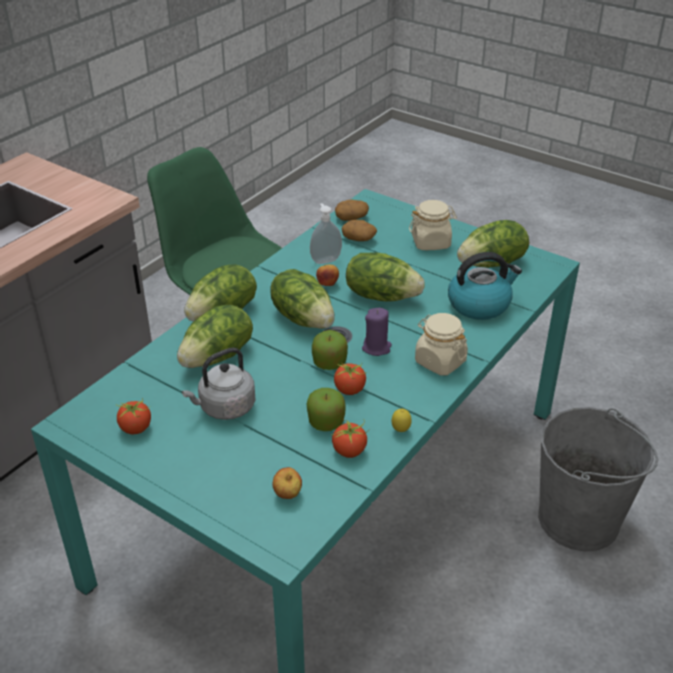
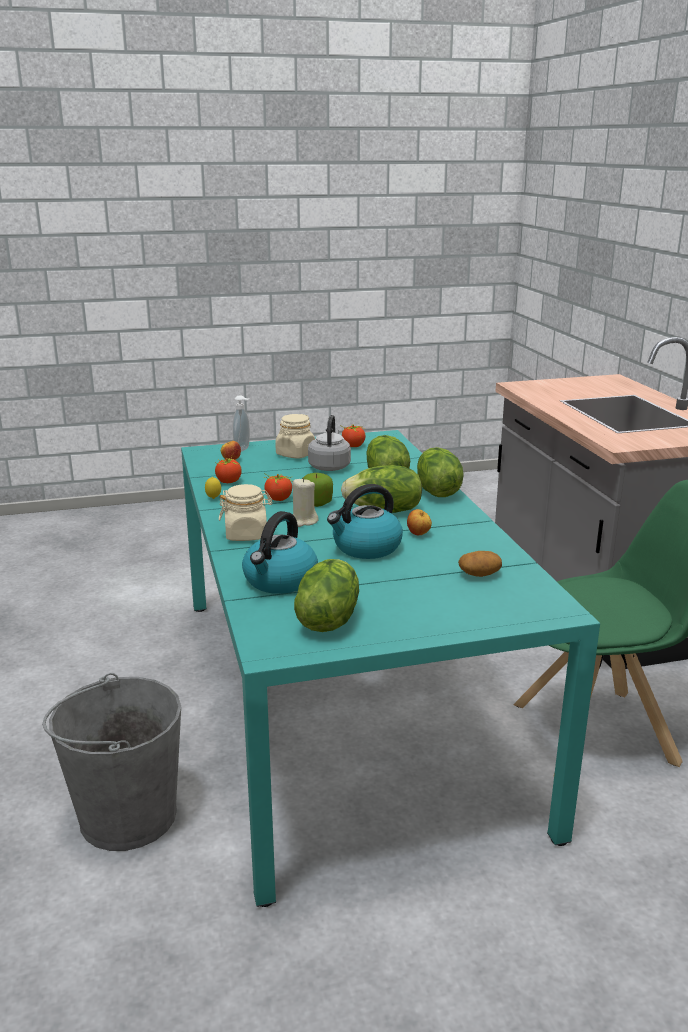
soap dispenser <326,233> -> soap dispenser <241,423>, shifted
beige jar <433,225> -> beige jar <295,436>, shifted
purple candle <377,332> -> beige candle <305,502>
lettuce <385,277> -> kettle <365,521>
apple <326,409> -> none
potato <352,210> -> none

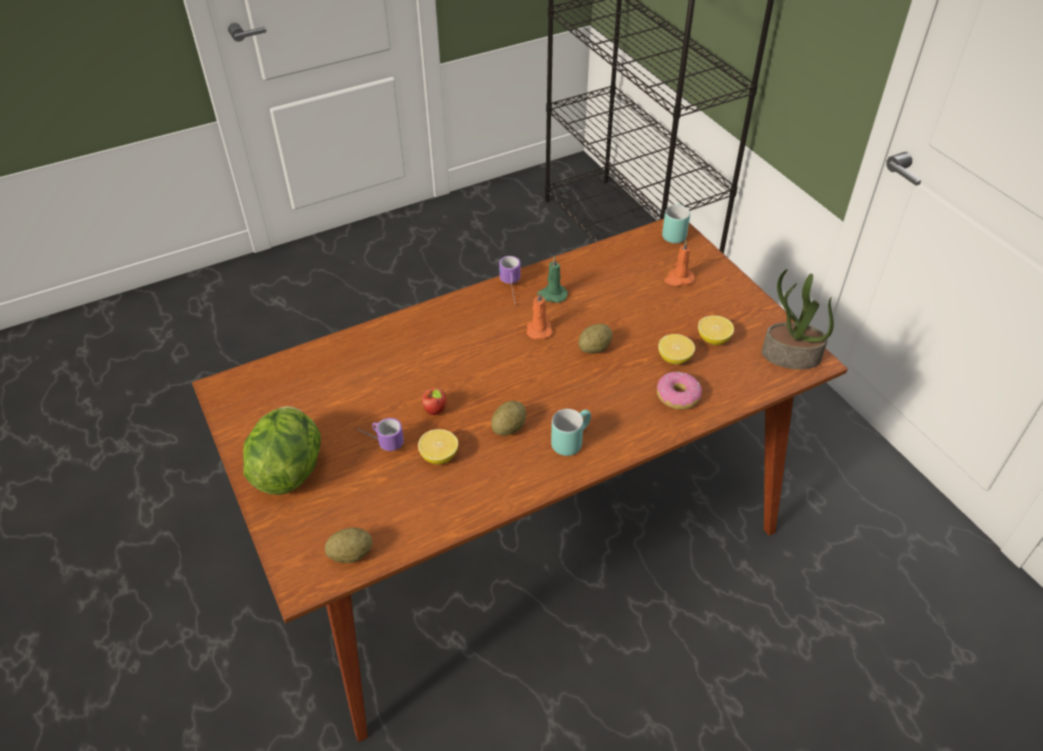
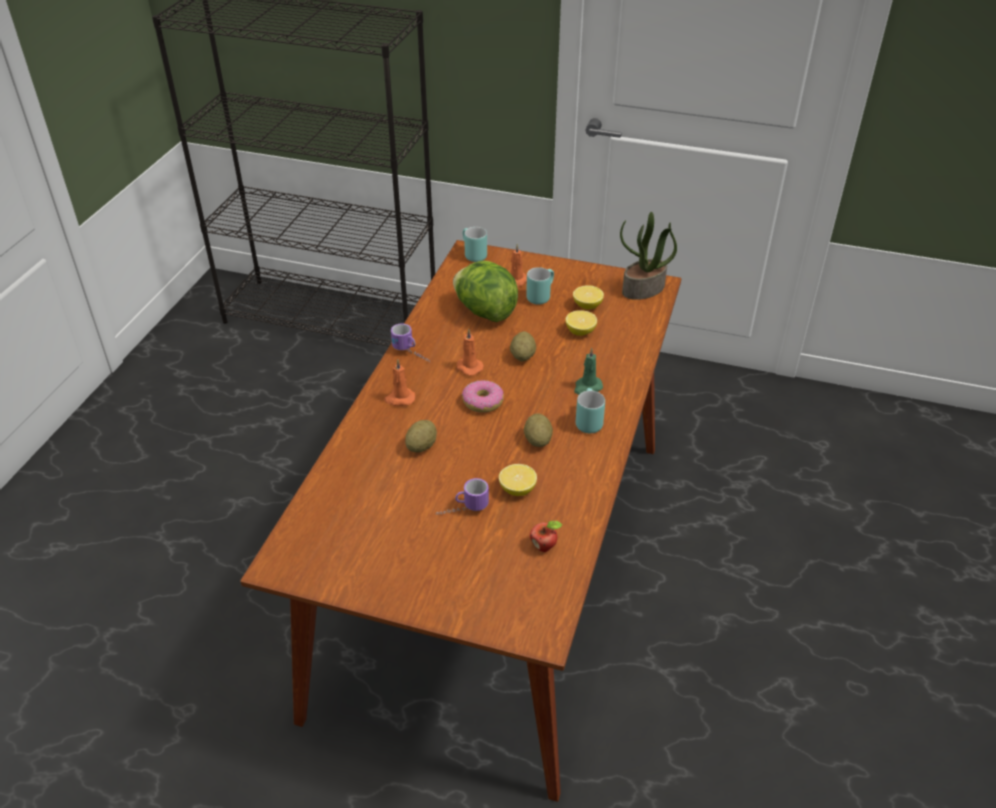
none -> orange candle <399,382>
potato <349,545> -> potato <421,436>, shifted
lettuce <282,450> -> lettuce <485,291>, shifted
donut <679,390> -> donut <483,396>, shifted
none -> turquoise mug <540,286>
apple <434,401> -> apple <546,536>, shifted
green candle <552,279> -> green candle <588,371>, shifted

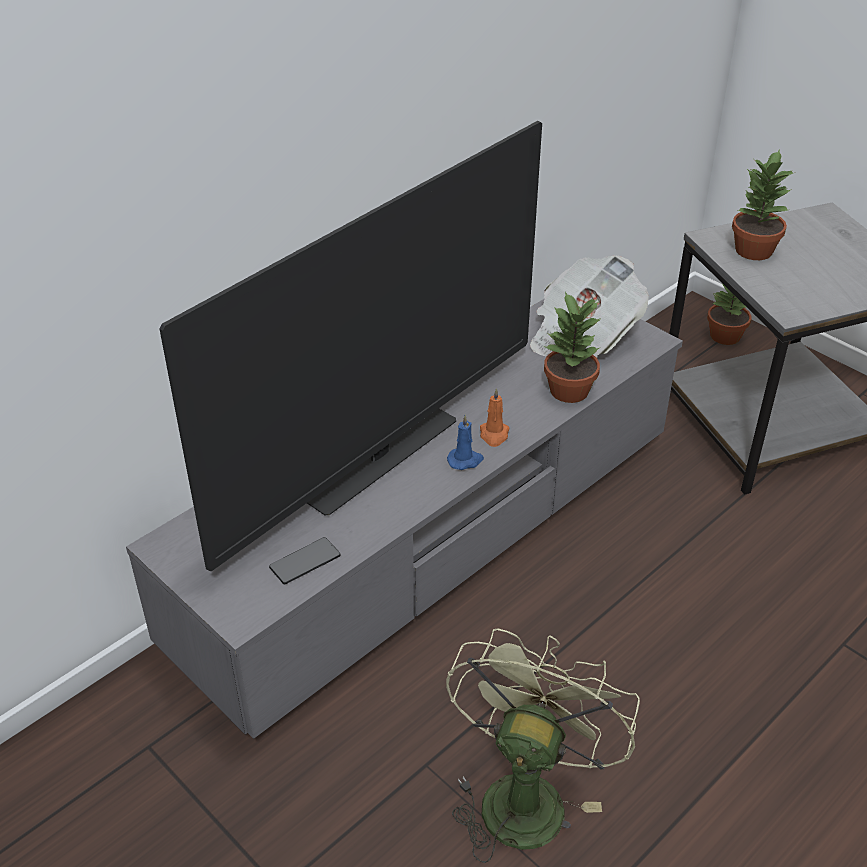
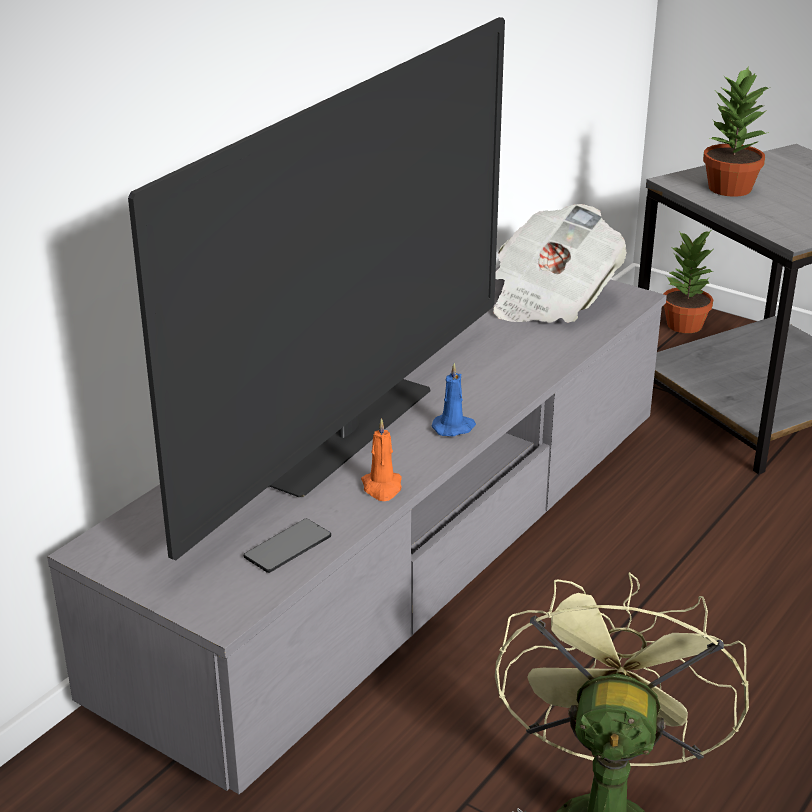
orange candle <495,417> -> orange candle <381,459>, shifted
potted plant <571,347> -> none

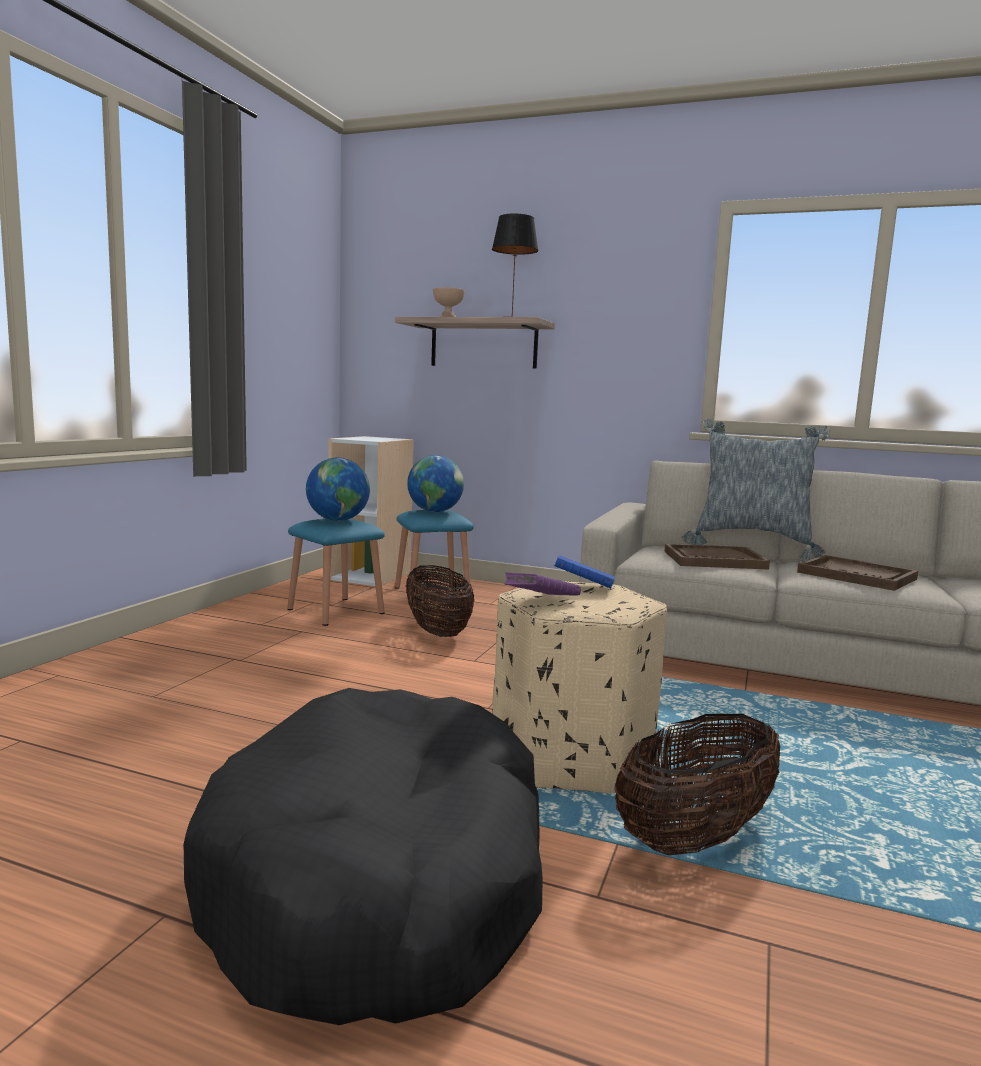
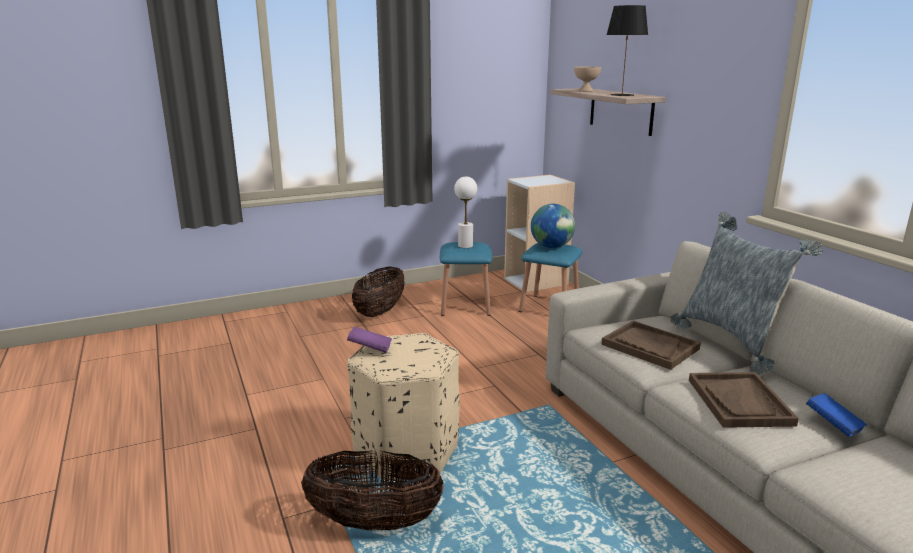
basket <440,601> -> basket <378,291>, shifted
globe <338,489> -> white table lamp <465,212>
blue book <584,572> -> blue book <836,415>, shifted
black dog bed <363,856> -> none

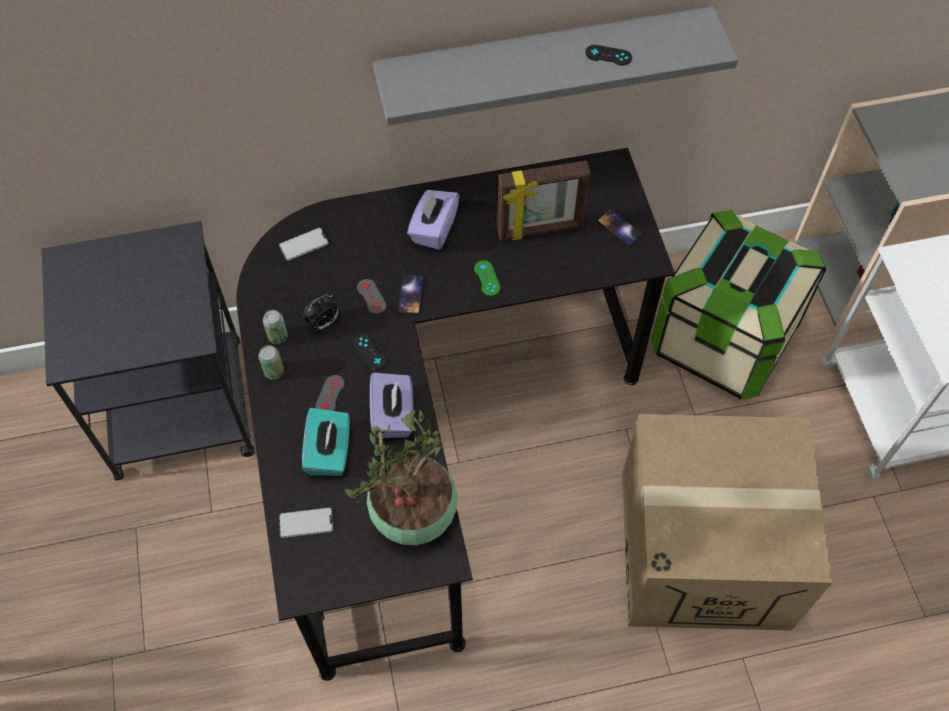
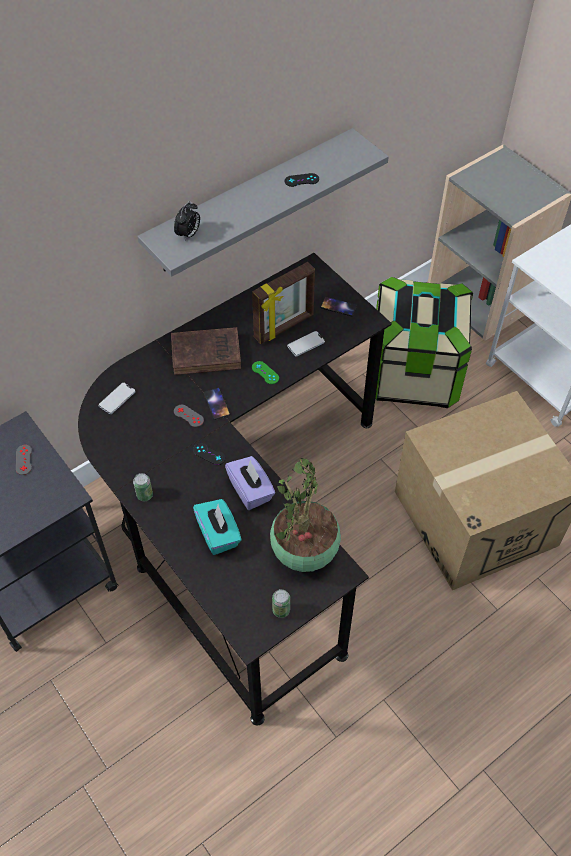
grey game controller <330,393> -> grey game controller <24,460>, shifted
purple tissue box <433,220> -> brown book <206,351>
alarm clock <321,312> -> alarm clock <187,220>, shifted
can <275,327> -> can <281,603>, shifted
phone <306,523> -> phone <306,344>, shifted

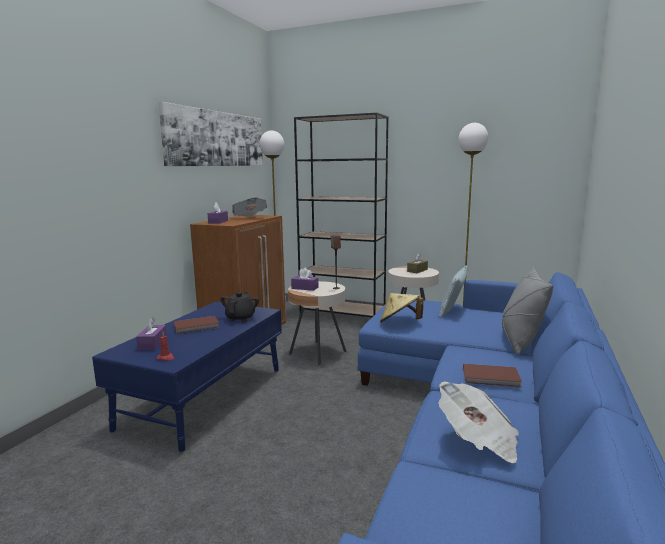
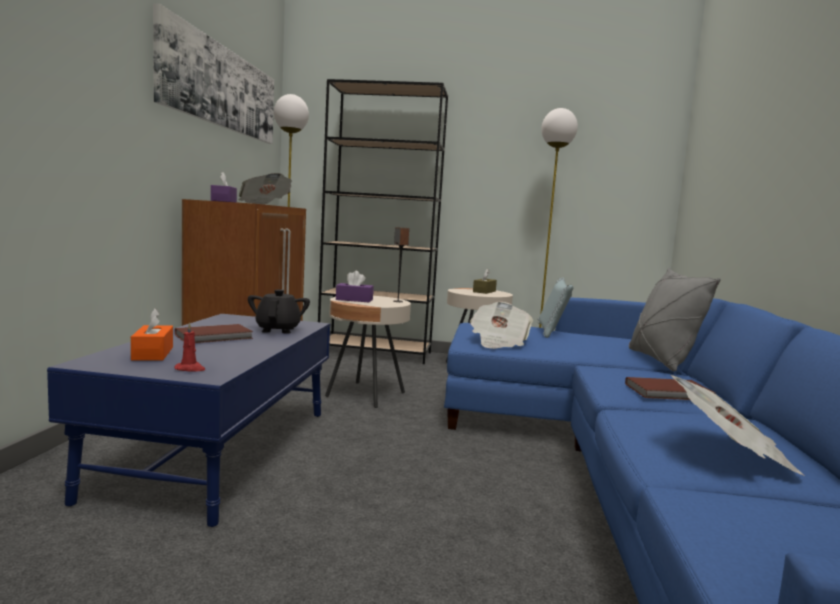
purple tissue box <151,333> -> orange tissue box <152,334>
beige hat <402,308> -> newspaper <501,325>

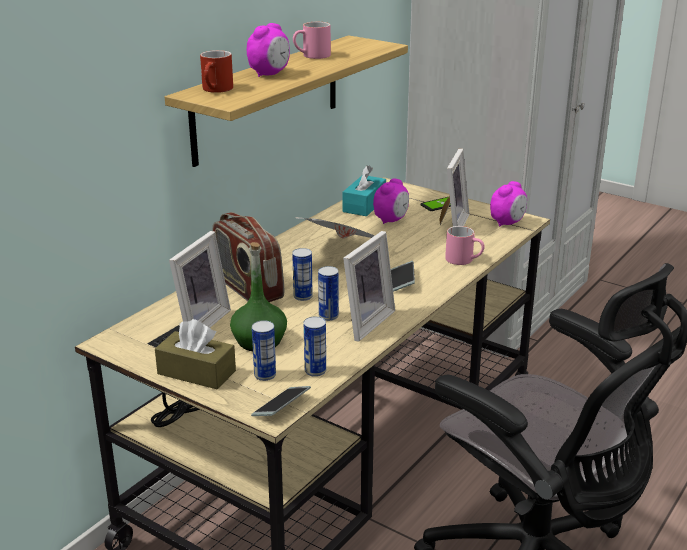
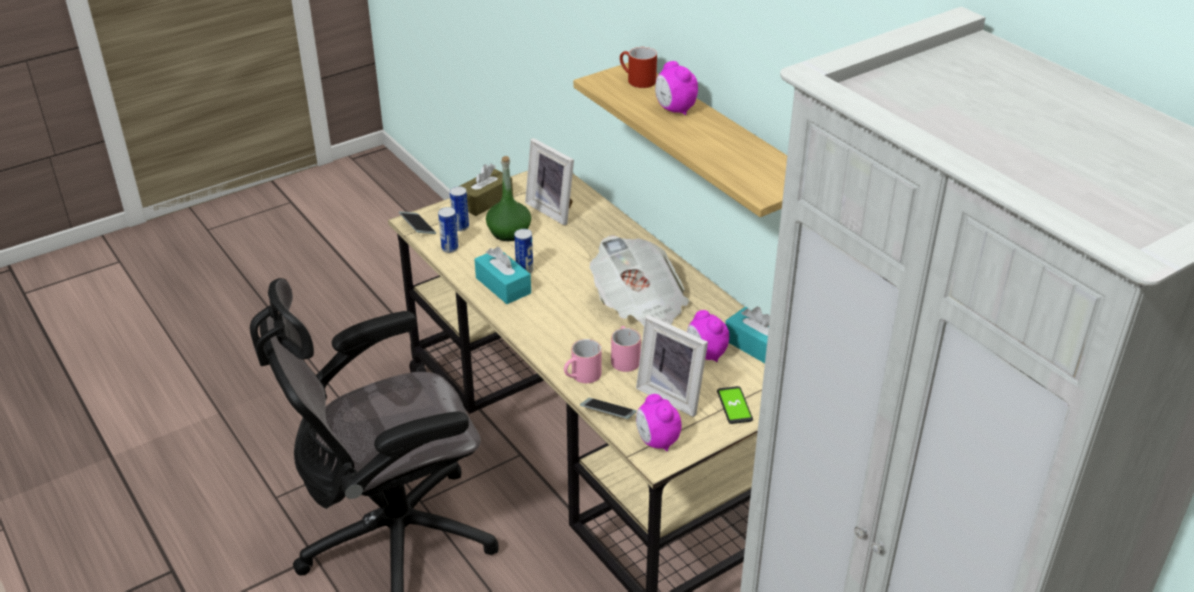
picture frame <369,286> -> turquoise tissue box <502,275>
phone <403,276> -> phone <608,408>, shifted
pink mug <312,40> -> pink mug <626,349>, shifted
radio <248,257> -> none
can <302,274> -> none

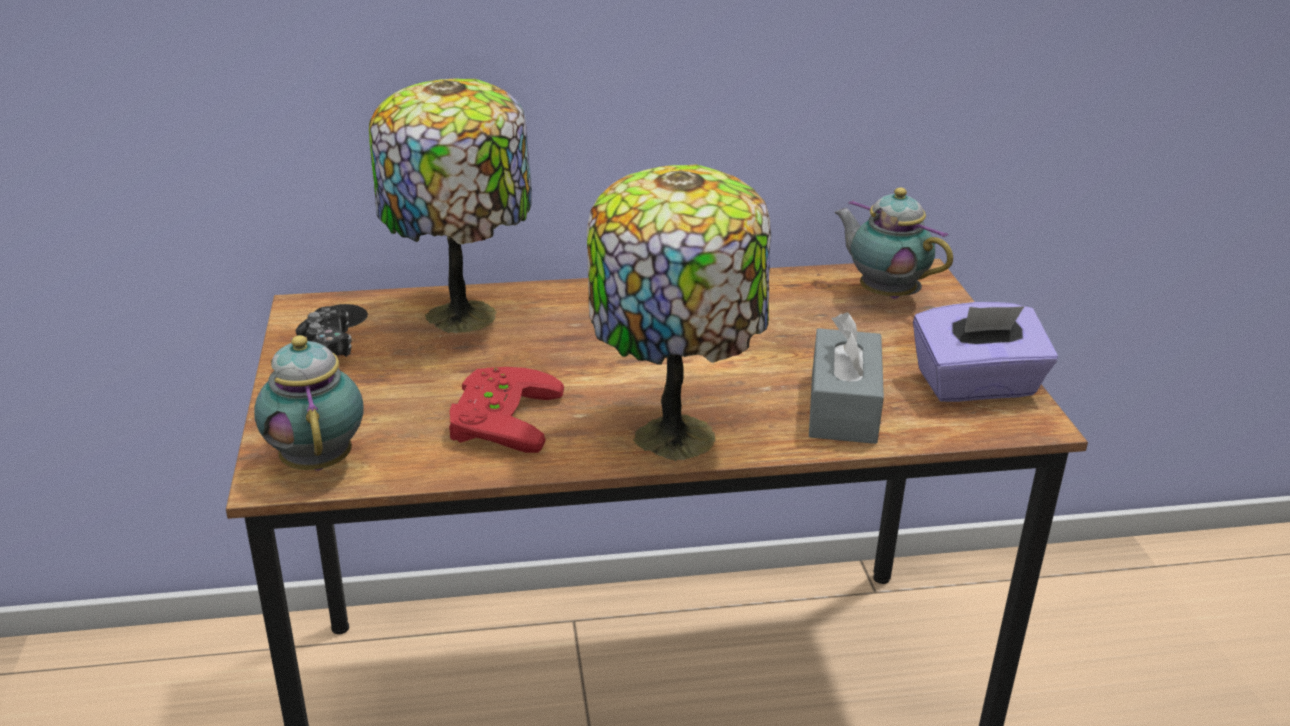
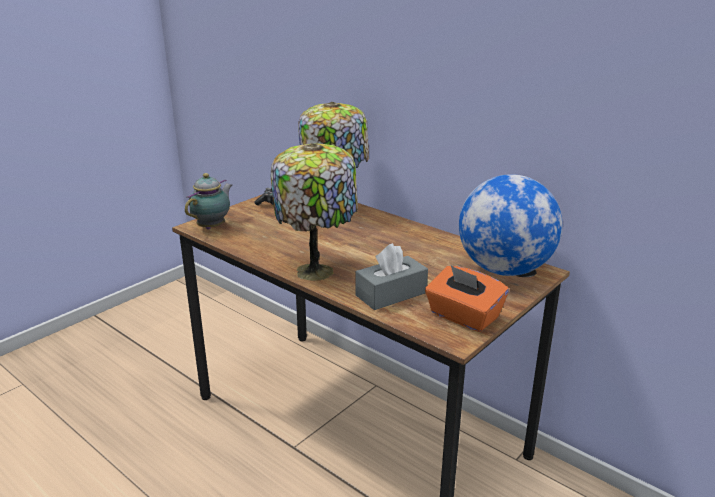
purple tissue box <985,352> -> orange tissue box <467,298>
teapot <893,243> -> globe <510,225>
red game controller <506,410> -> none

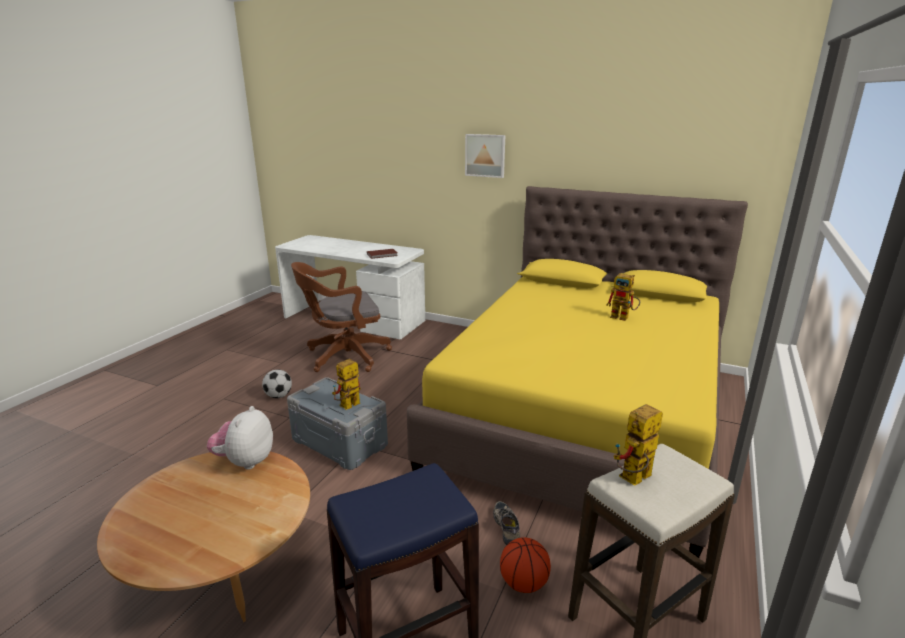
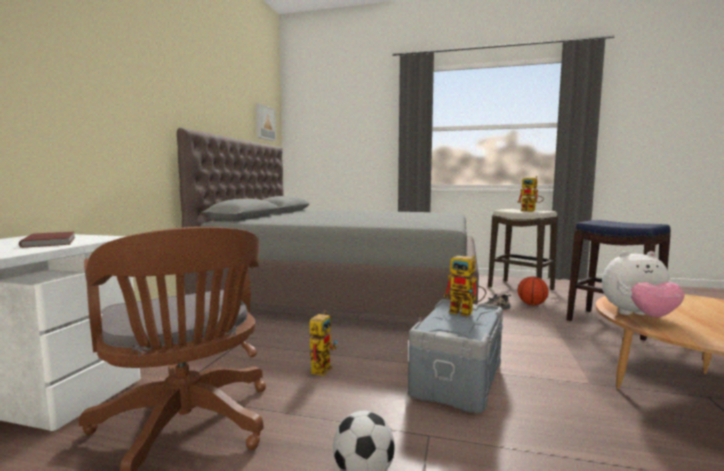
yellow bed <577,372> -> grey bed <328,222>
picture <485,156> -> picture <266,122>, shifted
toy robot <623,297> -> toy robot <323,343>, shifted

